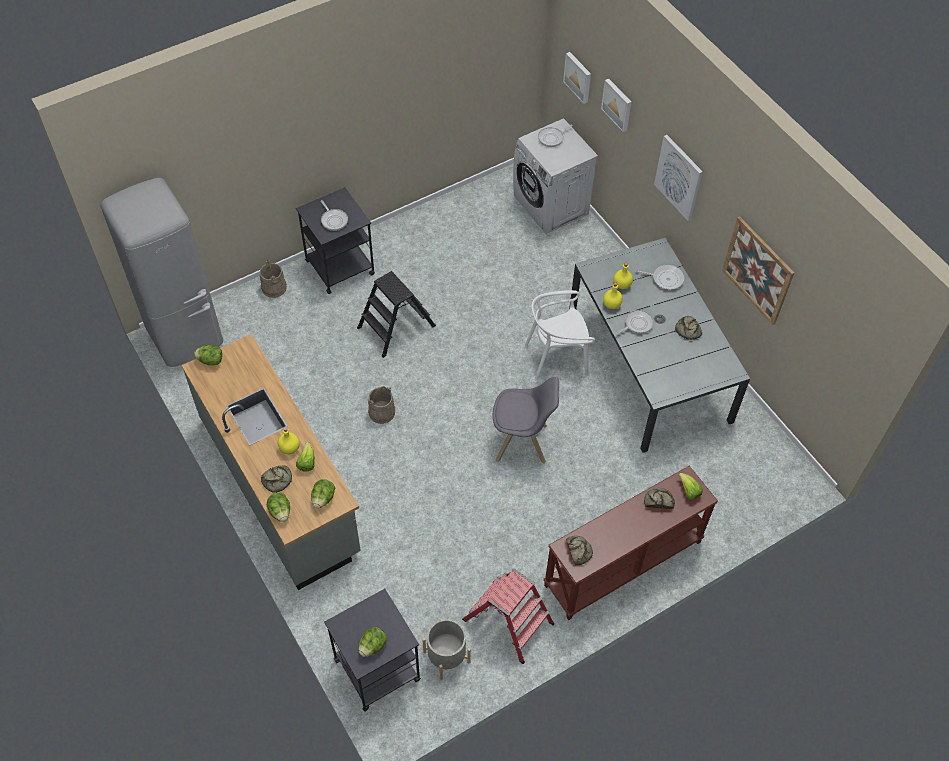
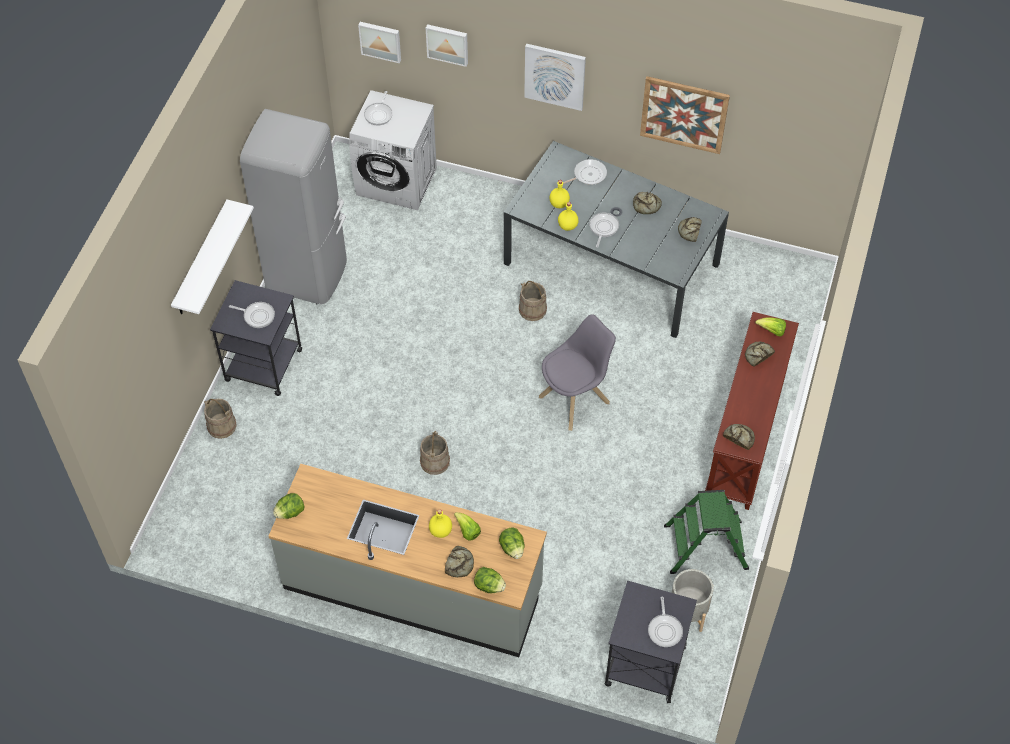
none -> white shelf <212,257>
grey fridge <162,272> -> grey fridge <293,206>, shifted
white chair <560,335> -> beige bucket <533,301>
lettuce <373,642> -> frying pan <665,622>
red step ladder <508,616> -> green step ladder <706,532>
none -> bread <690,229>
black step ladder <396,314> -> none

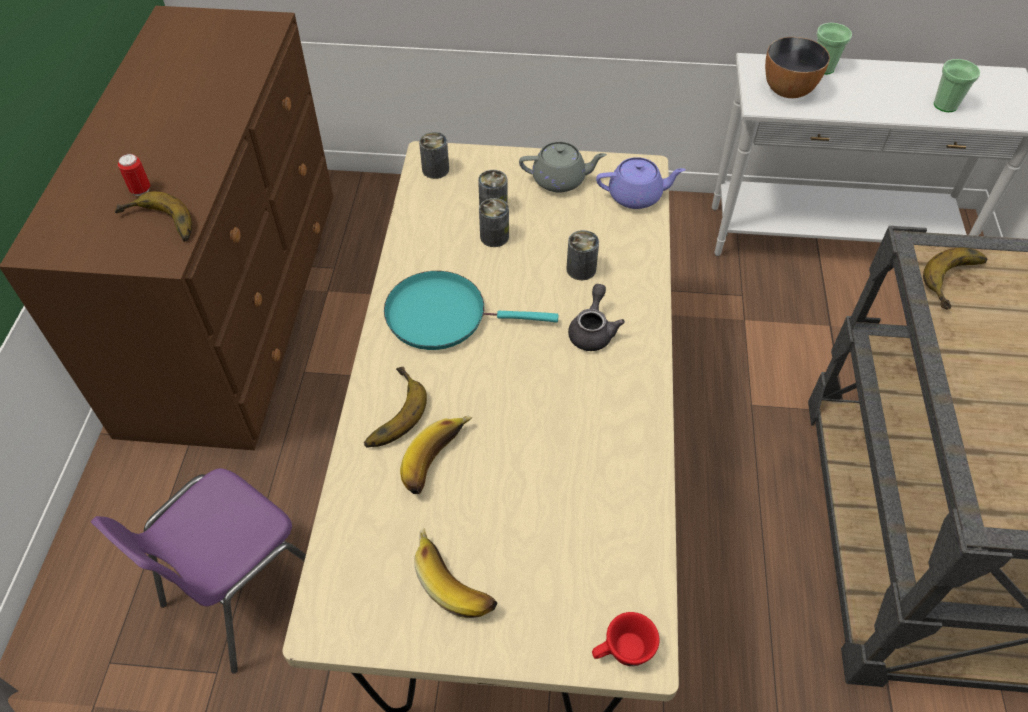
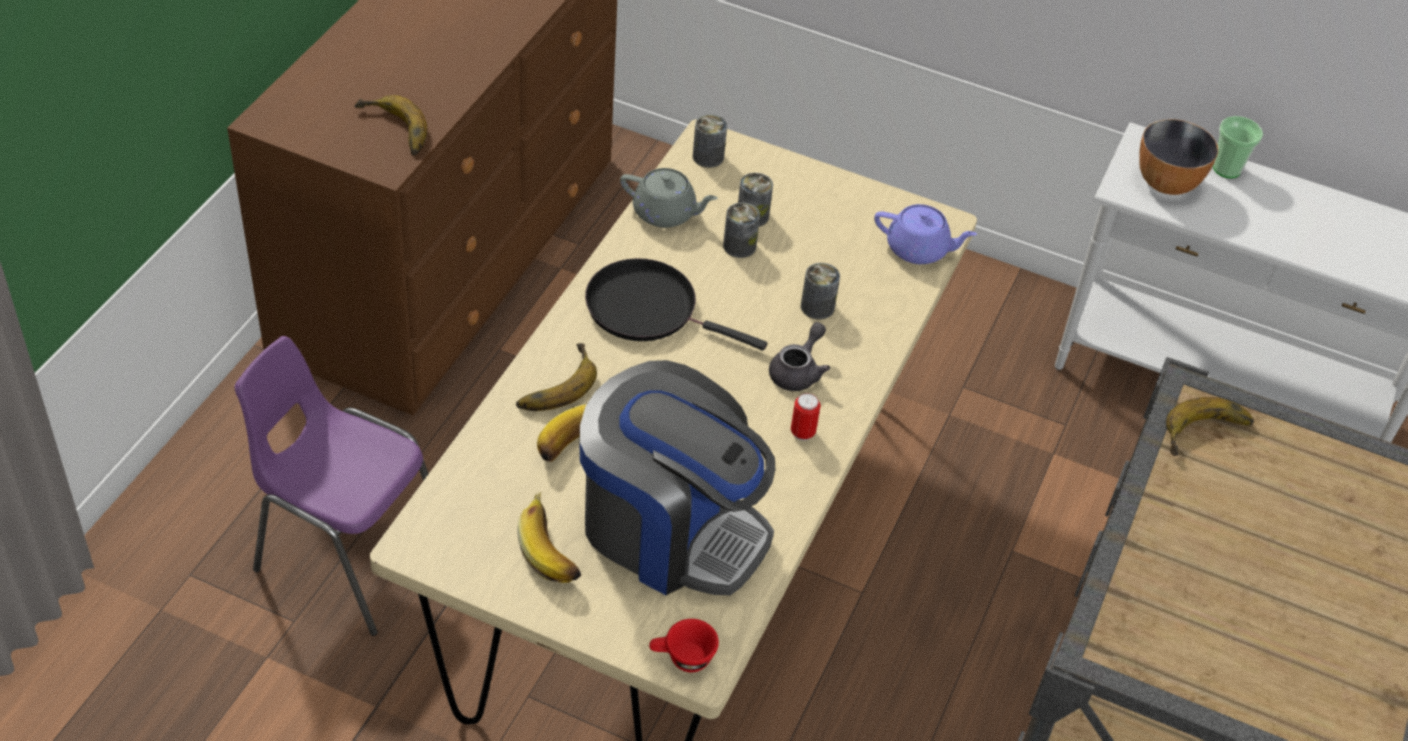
purple chair <198,571> -> purple chair <331,486>, 60 degrees clockwise
none -> coffee machine <677,477>
turquoise frying pan <471,310> -> black frying pan <676,304>
grey teapot <563,167> -> grey teapot <669,198>, shifted
can <134,175> -> can <806,417>, shifted
cup <957,85> -> none

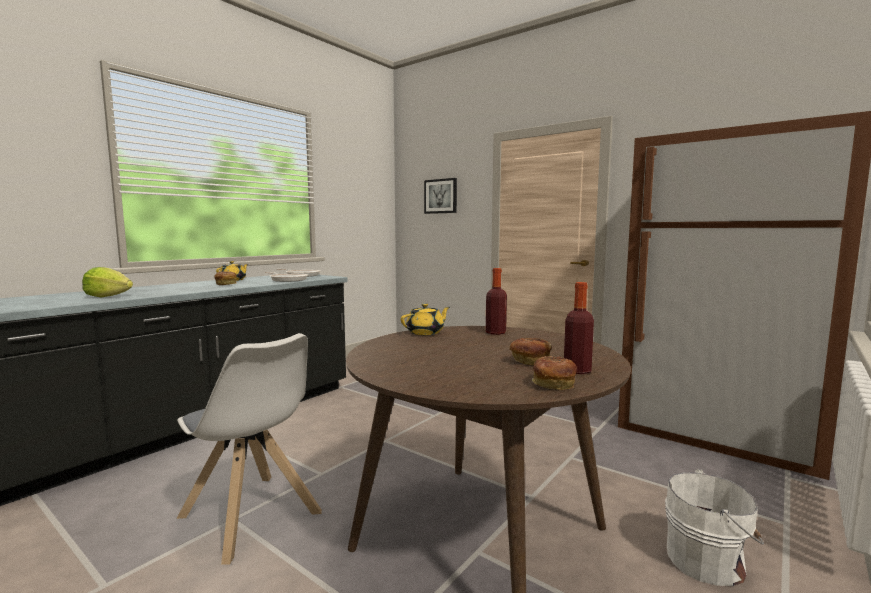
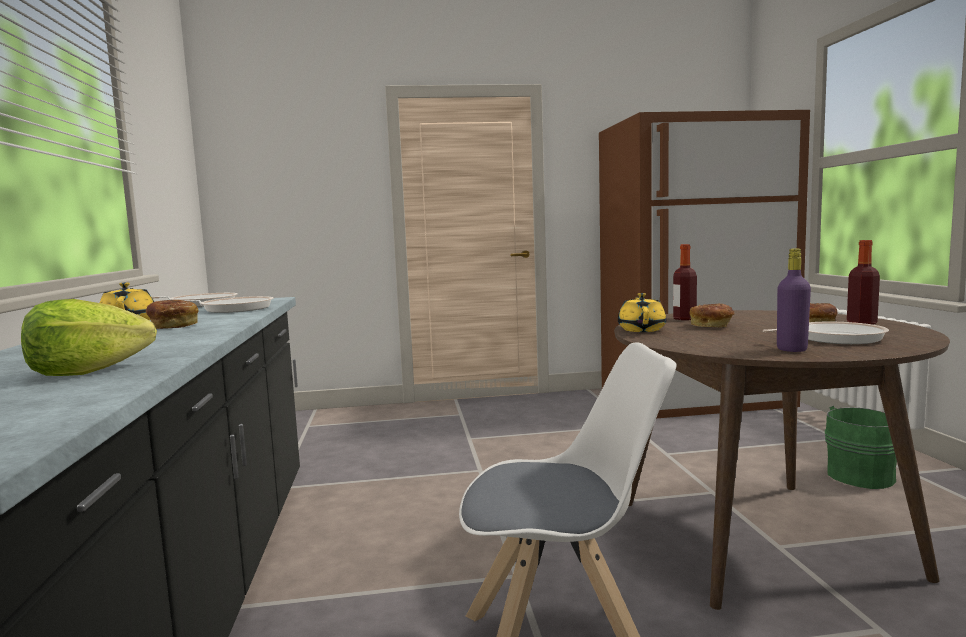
bread <554,373> -> bread <712,315>, shifted
none -> frying pan <826,333>
none -> purple bottle <794,300>
white bucket <714,527> -> green bucket <861,447>
picture <440,196> -> none

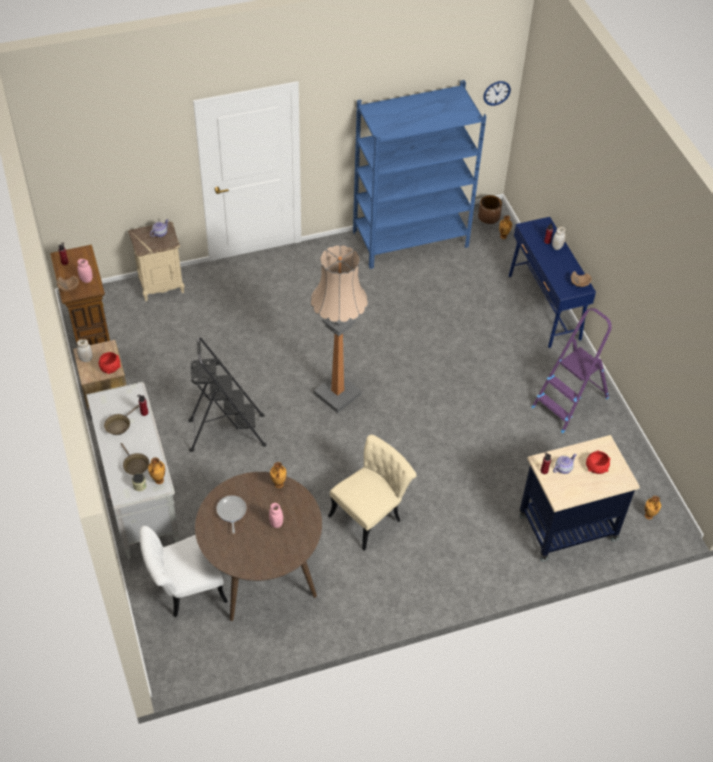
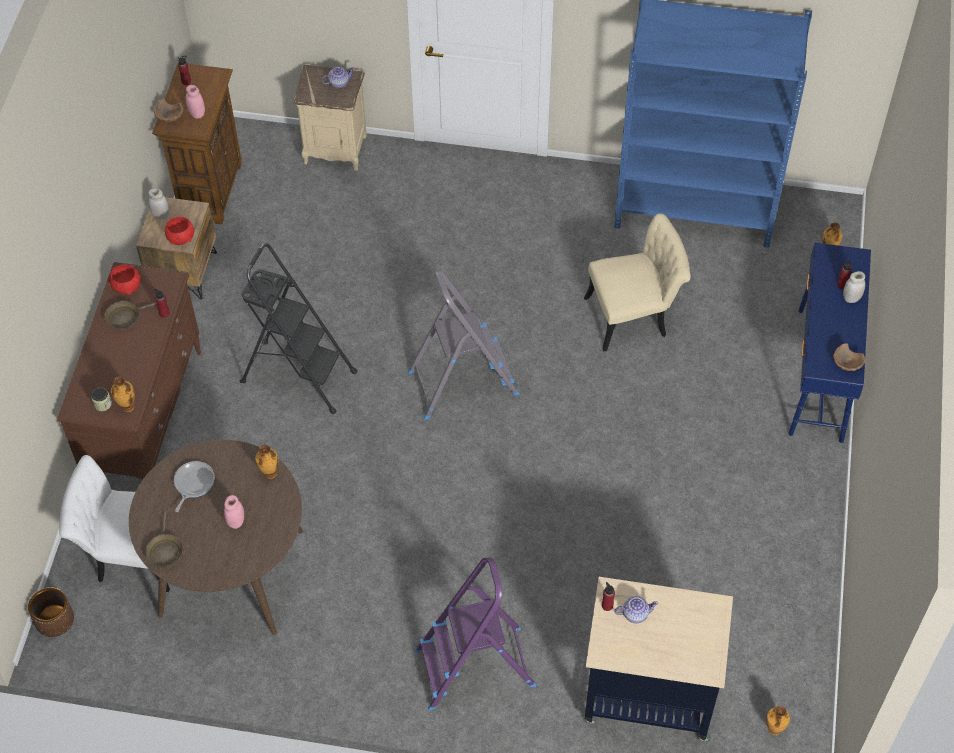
brown planter <490,209> -> brown planter <51,612>, shifted
white dresser <132,471> -> brown dresser <129,370>
red bowl <598,462> -> red bowl <125,279>, shifted
brown frying pan <135,459> -> brown frying pan <164,539>, shifted
floor lamp <339,328> -> grey step ladder <464,344>
purple step ladder <571,370> -> purple step ladder <475,634>, shifted
beige chair <372,492> -> beige chair <637,282>, shifted
wall clock <497,93> -> none

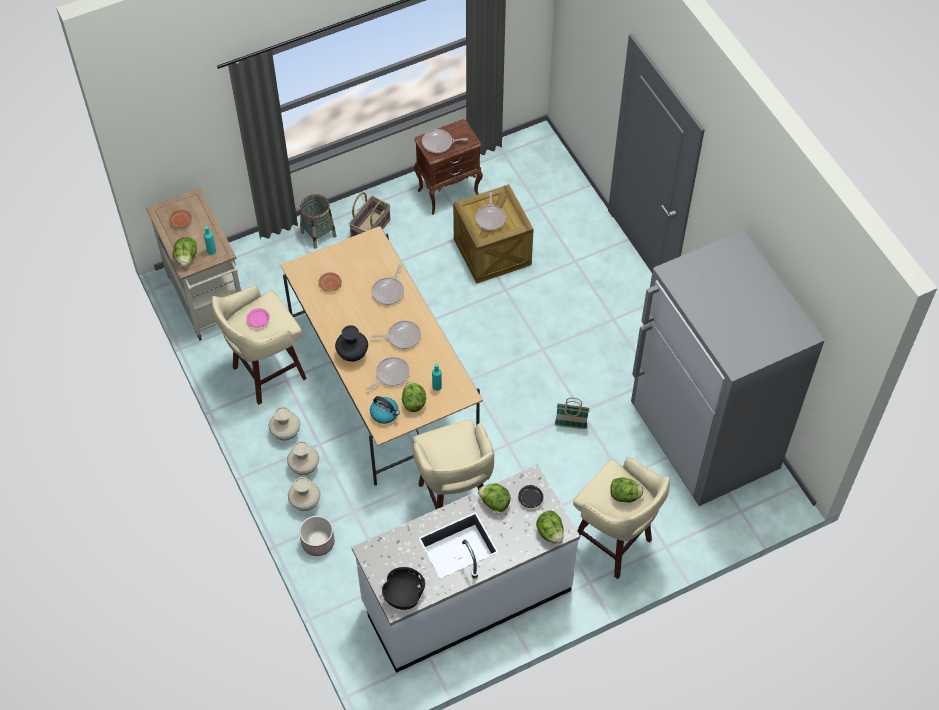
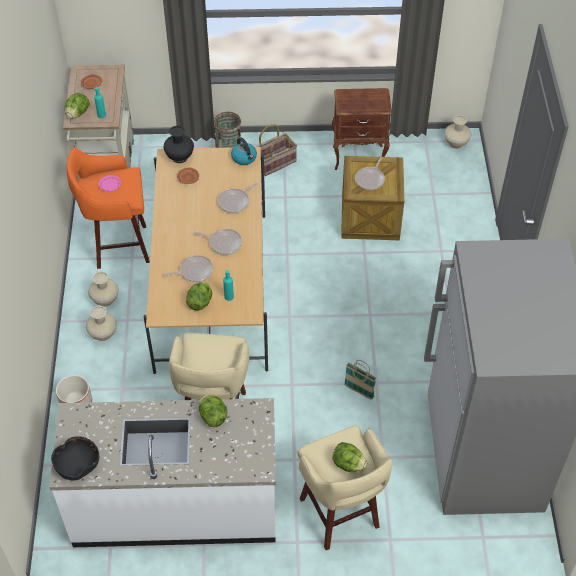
beige stool <259,345> -> orange stool <108,208>
black vase <351,343> -> black vase <178,144>, shifted
kettle <385,410> -> kettle <244,151>, shifted
beige vase <304,494> -> beige vase <457,132>, shifted
frying pan <445,141> -> none
black plate <530,496> -> none
lettuce <550,527> -> none

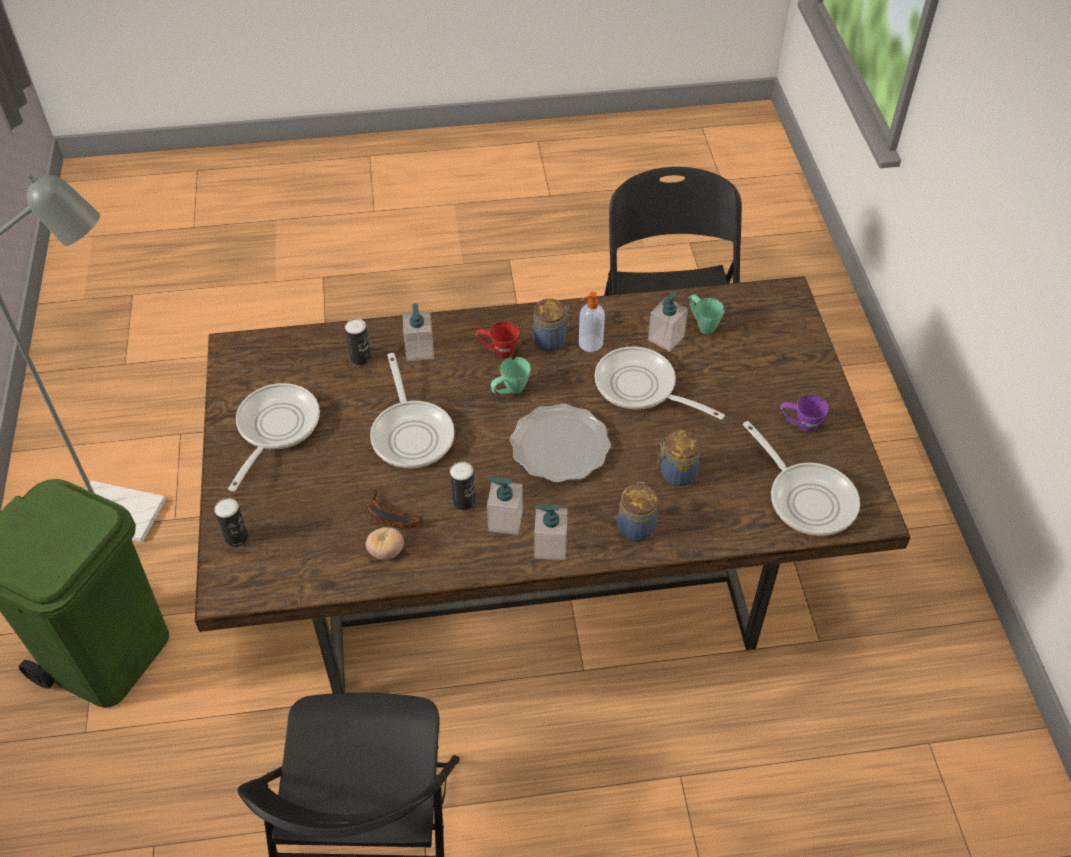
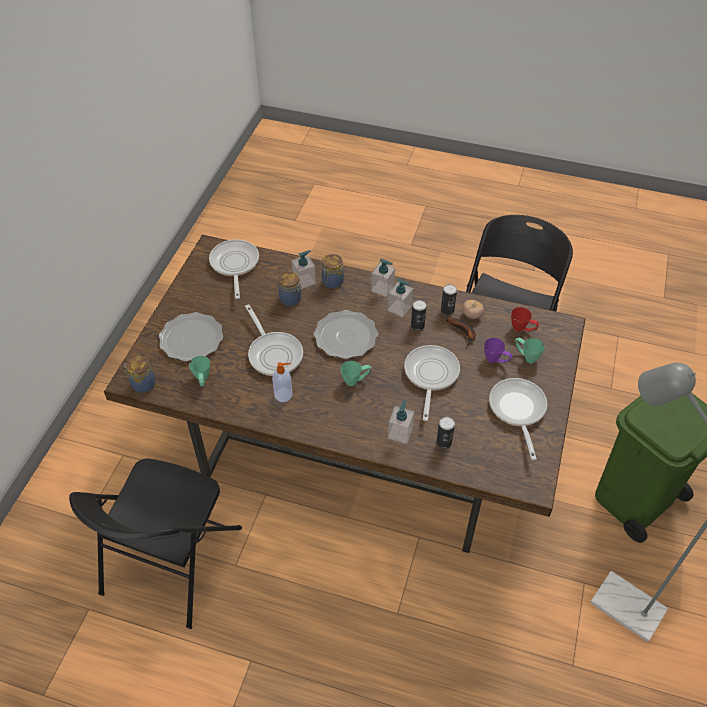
jar <551,325> -> jar <139,374>, shifted
none -> plate <191,337>
soap dispenser <668,322> -> soap dispenser <304,269>, shifted
can <231,522> -> can <449,299>, shifted
purple mug <804,414> -> purple mug <498,350>, shifted
frying pan <274,437> -> frying pan <518,419>, 135 degrees clockwise
red mug <497,340> -> red mug <525,319>, shifted
none -> green mug <530,350>

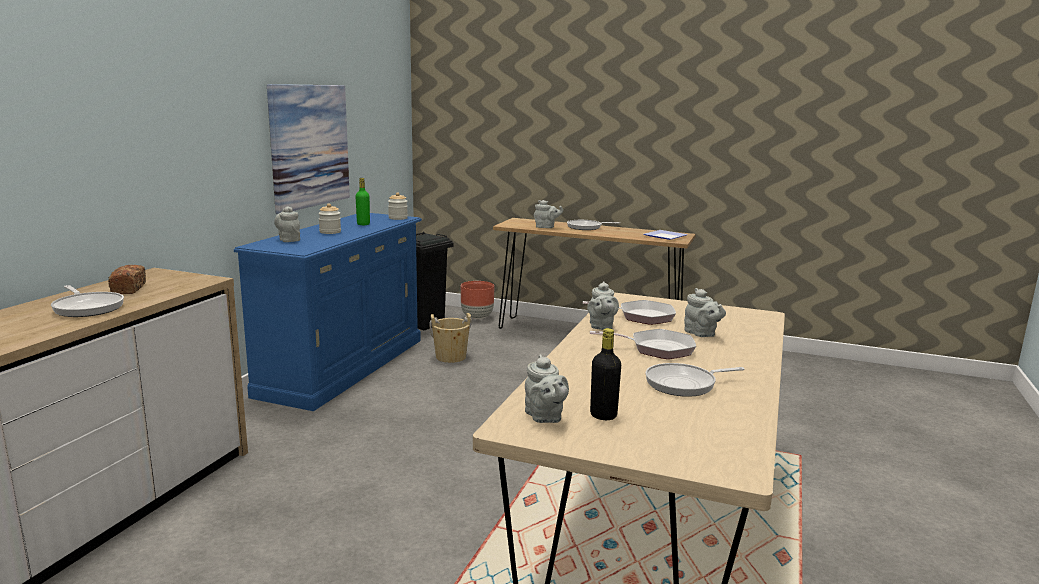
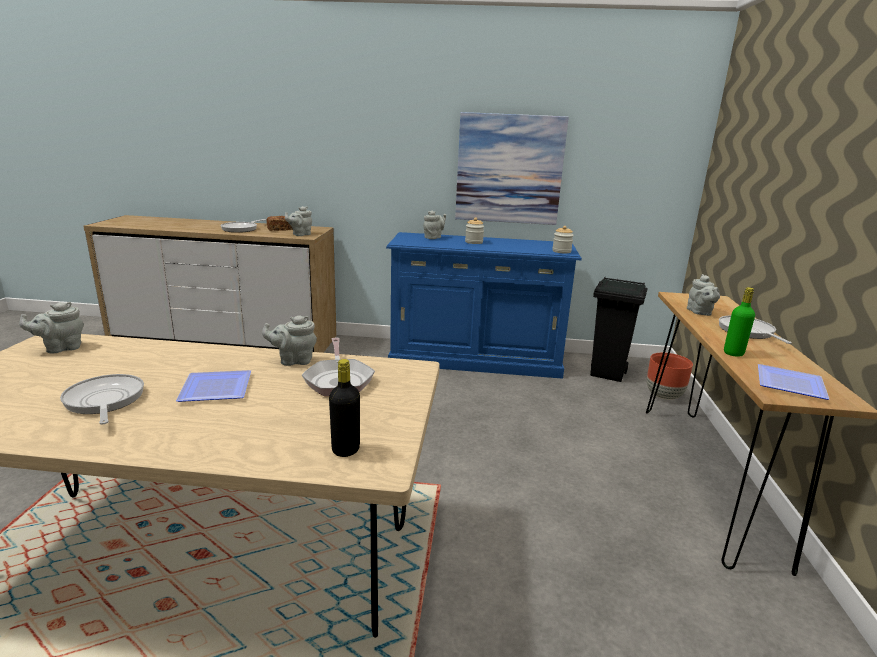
frying pan <643,344> -> plate <213,386>
grey teapot <705,312> -> grey teapot <298,221>, shifted
black bottle <605,374> -> black bottle <344,408>, shifted
green bottle <362,201> -> green bottle <739,322>, shifted
beige bucket <450,338> -> none

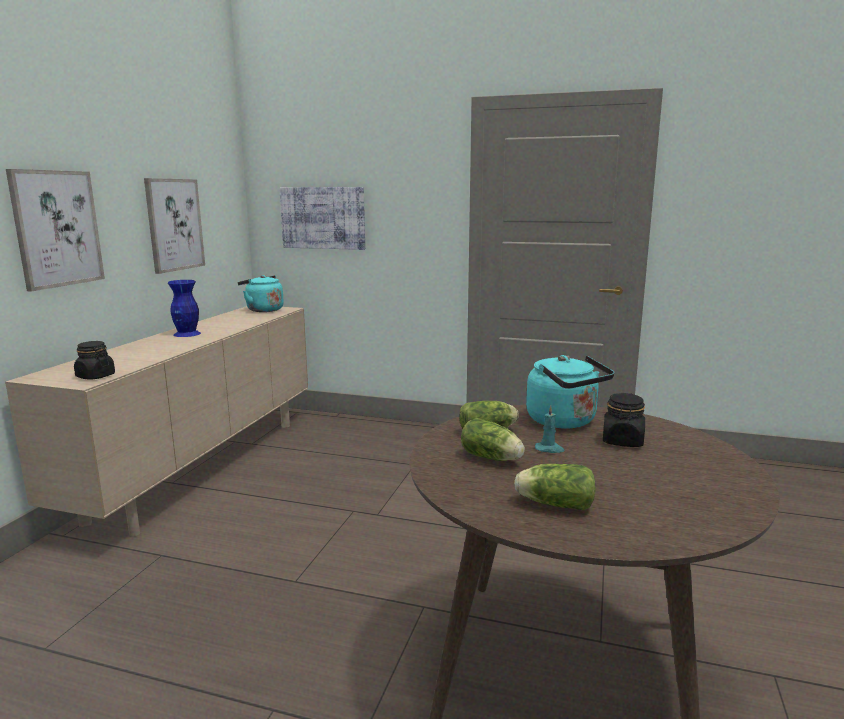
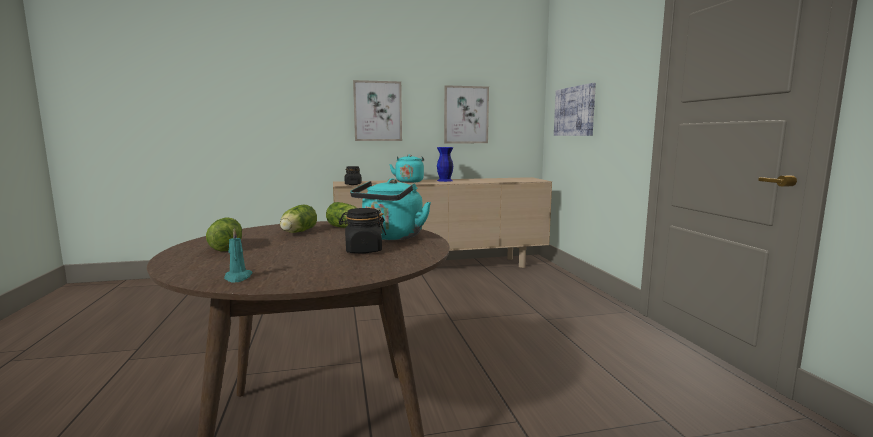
turquoise candle <550,429> -> turquoise candle <238,255>, shifted
turquoise kettle <261,293> -> turquoise kettle <406,168>, shifted

